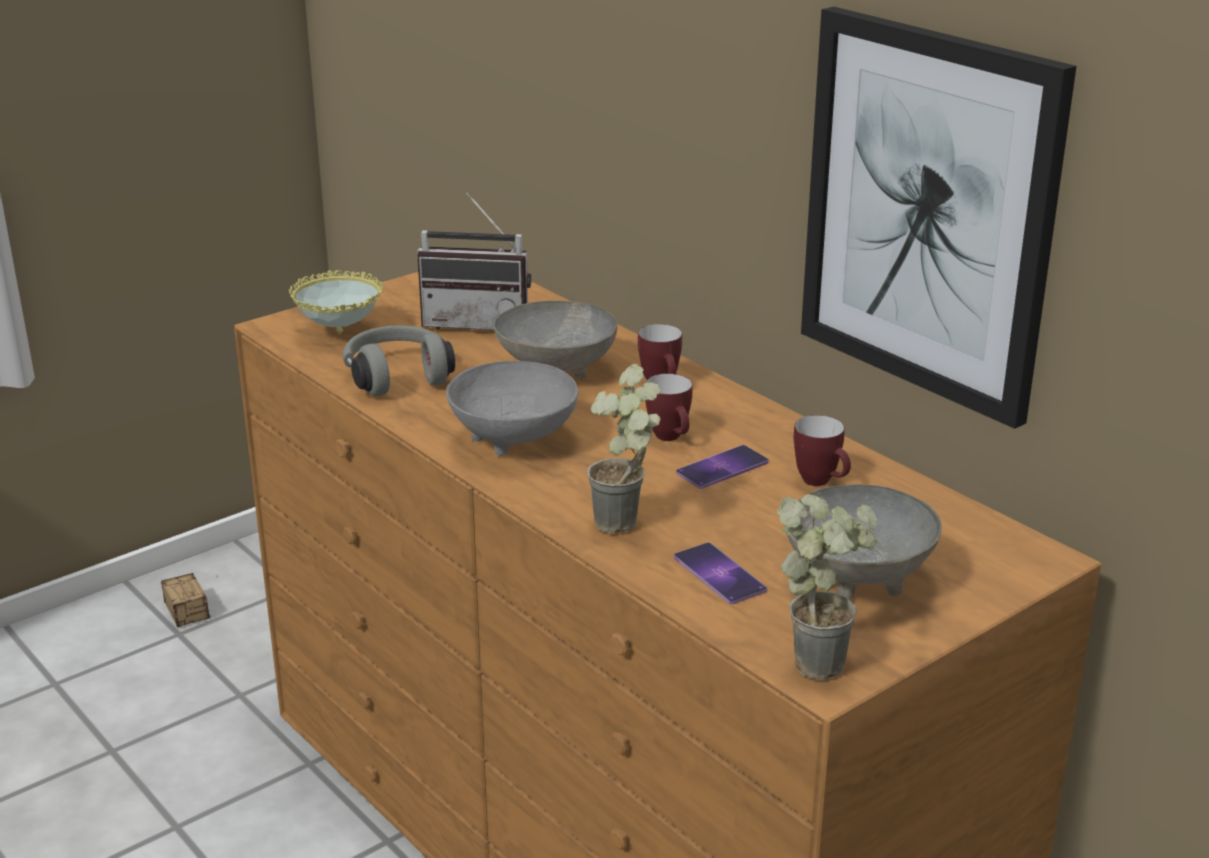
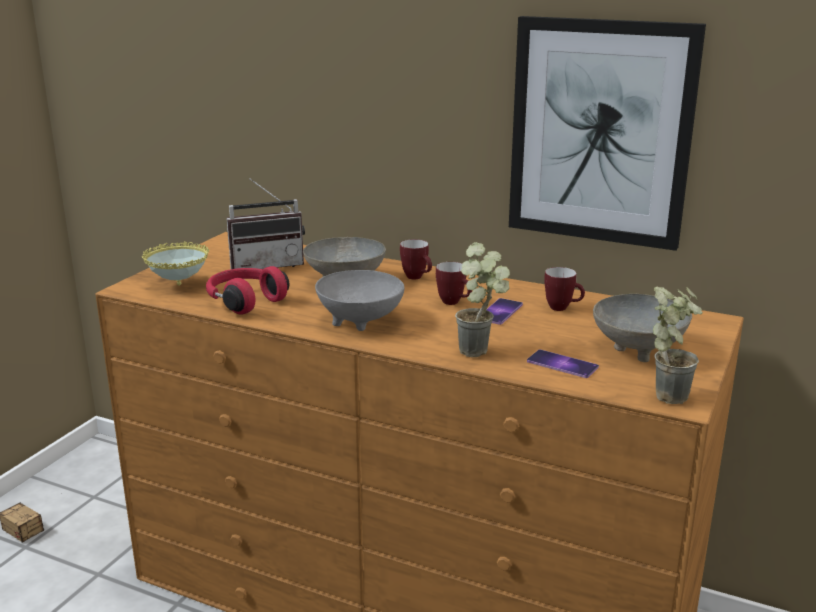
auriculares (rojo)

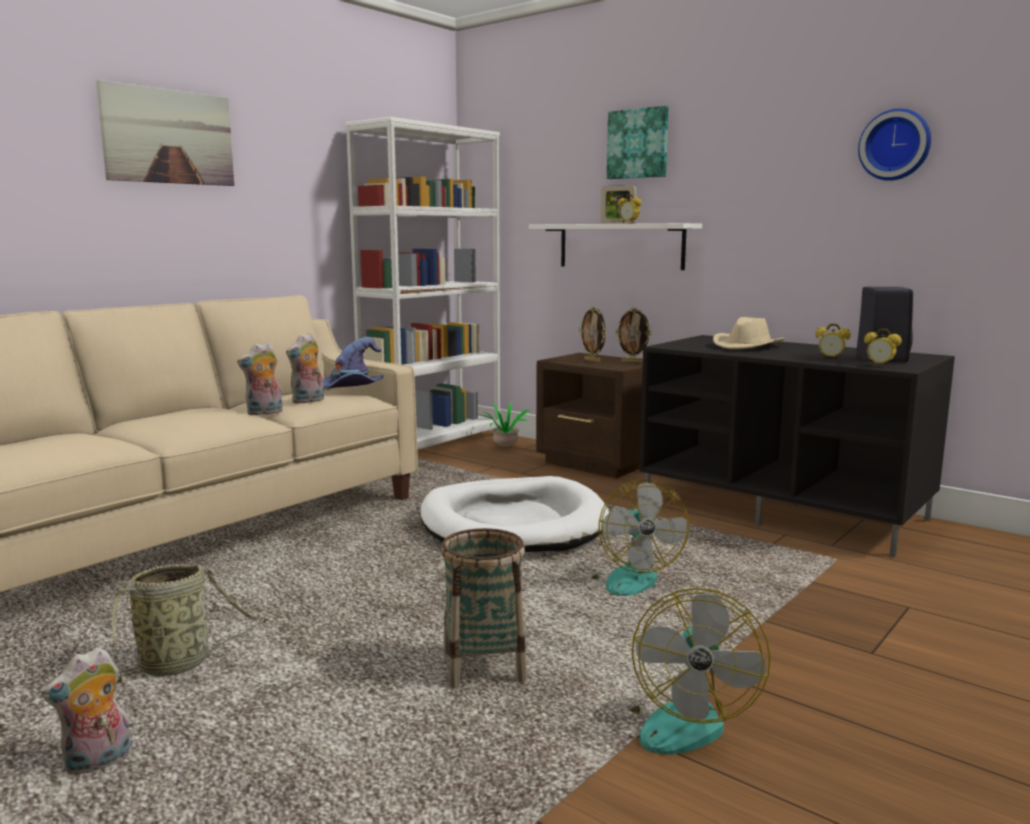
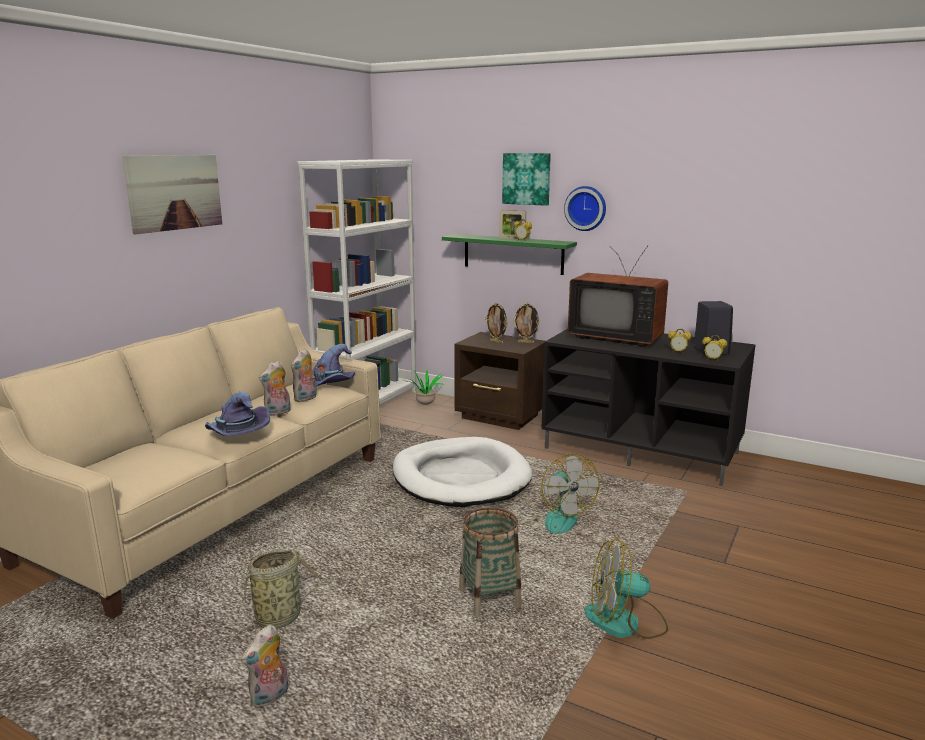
sombrero (morado) (no. 1 from left)
estante (verde)
reloj de pared
televisor
ventilador (no. 2 from left)

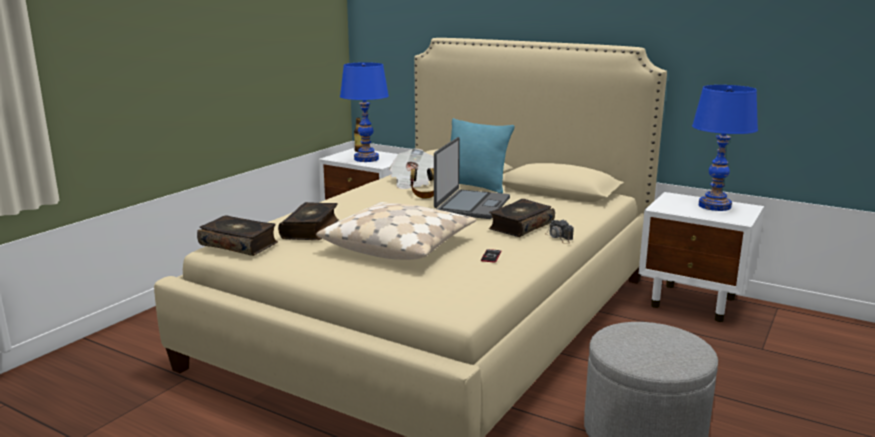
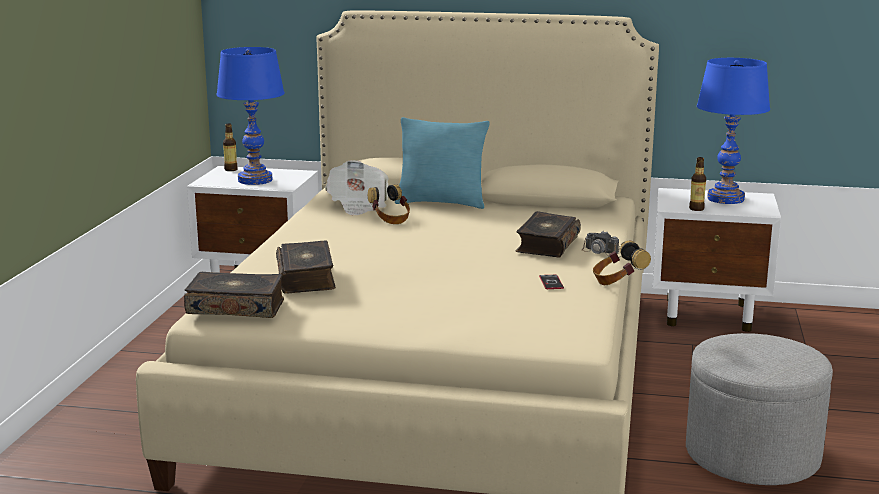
auriculares (no. 2 from left)
botella (no. 2 from left)
cojín (beis)
portátil

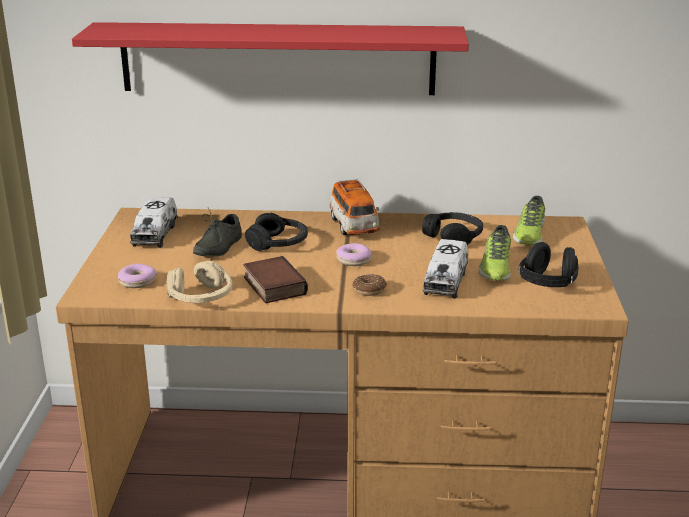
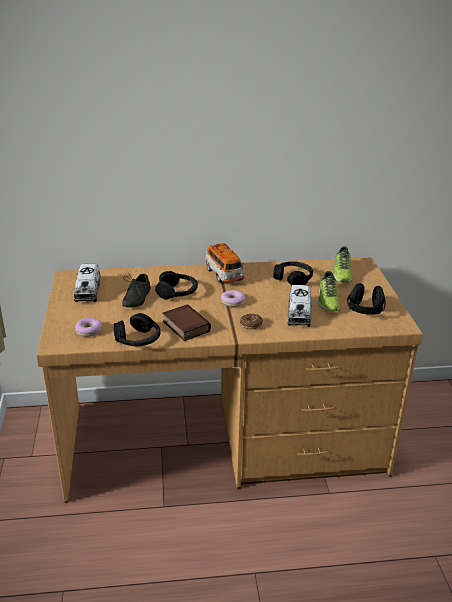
auriculares (negro) (no. 1 from left)
estante (rojo)

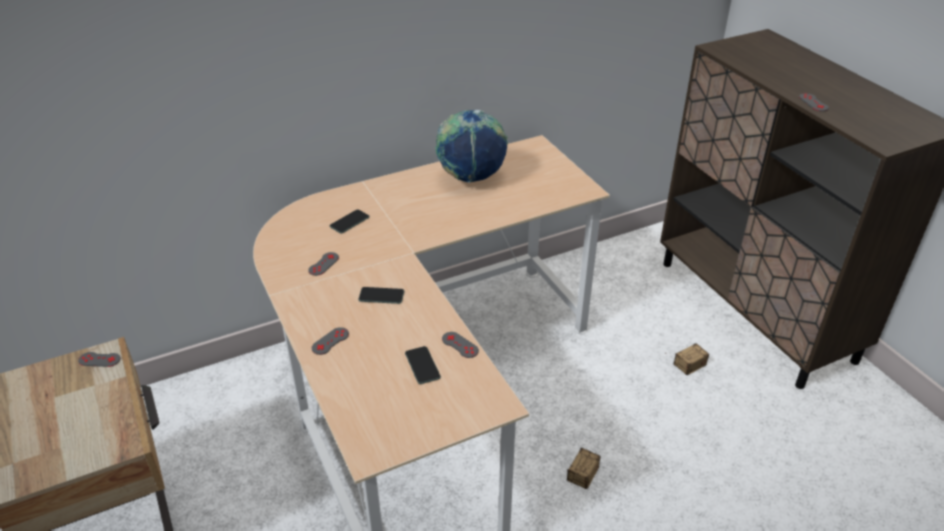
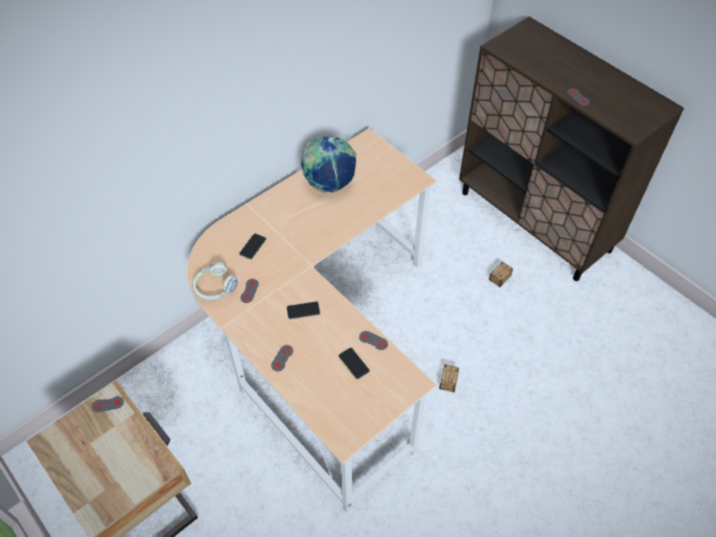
auriculares

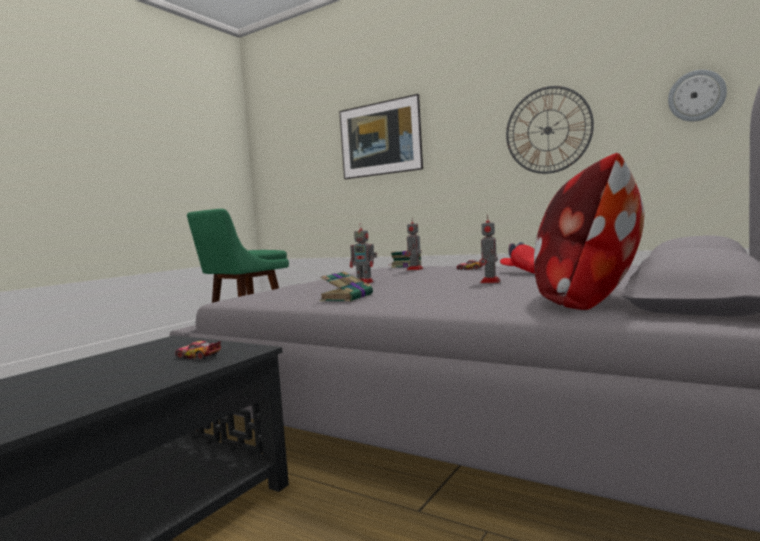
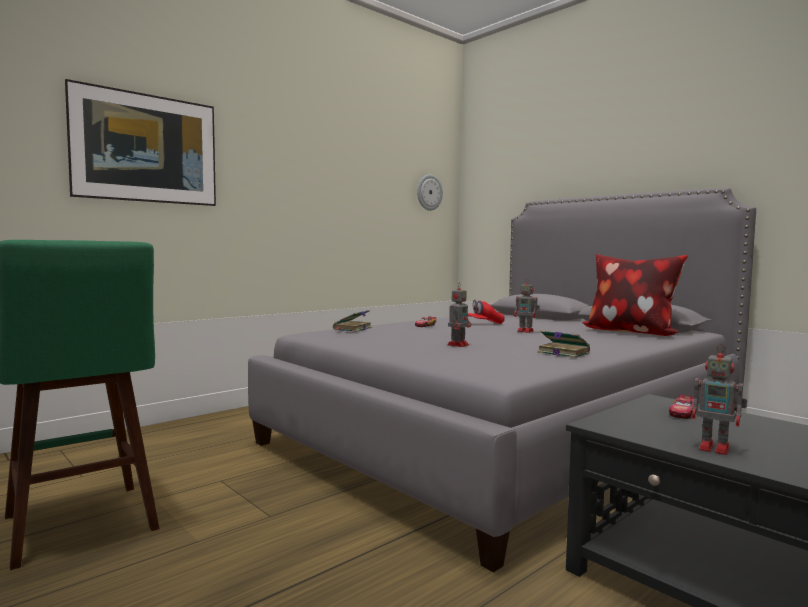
robot de juguete (no. 3 from left)
reloj de pared (no. 1 from left in the first image)

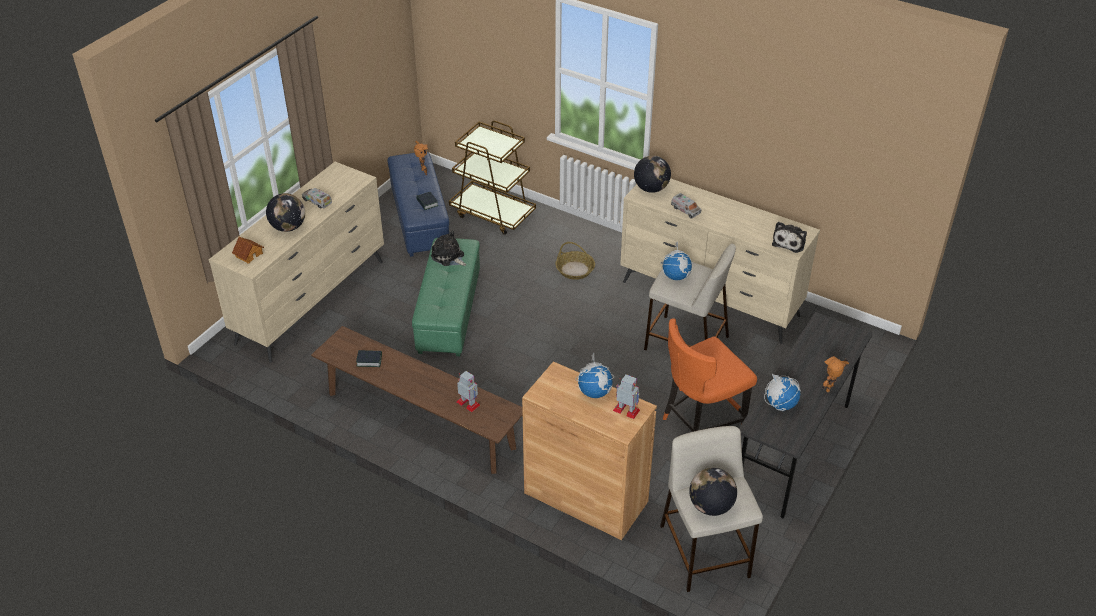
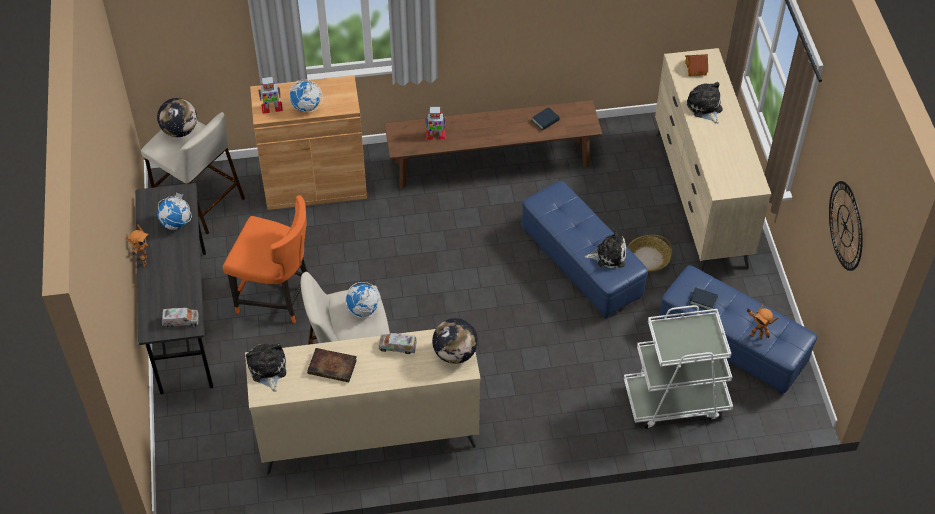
camión de juguete (no. 1 from left)
silla (naranja)
libro (no. 1 from left)
puf (azul) (no. 1 from left)
carrito (blanco)
cesta
peluche (no. 3 from left)
reloj de pared

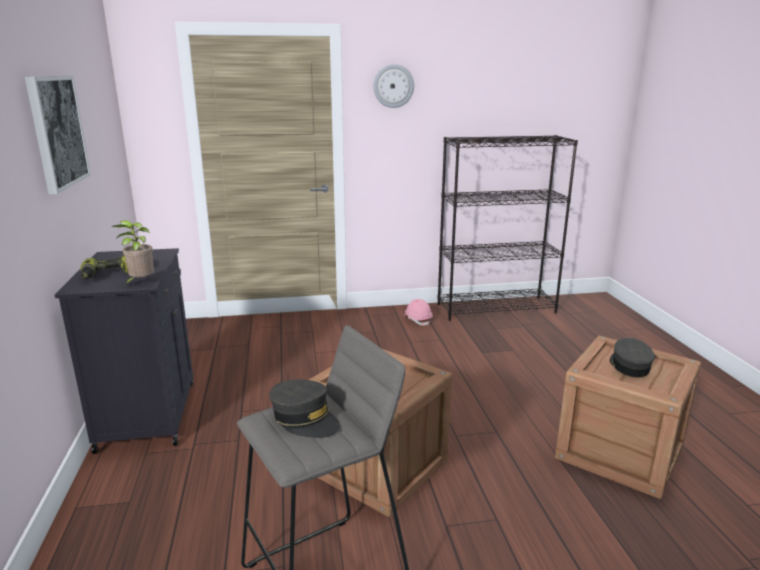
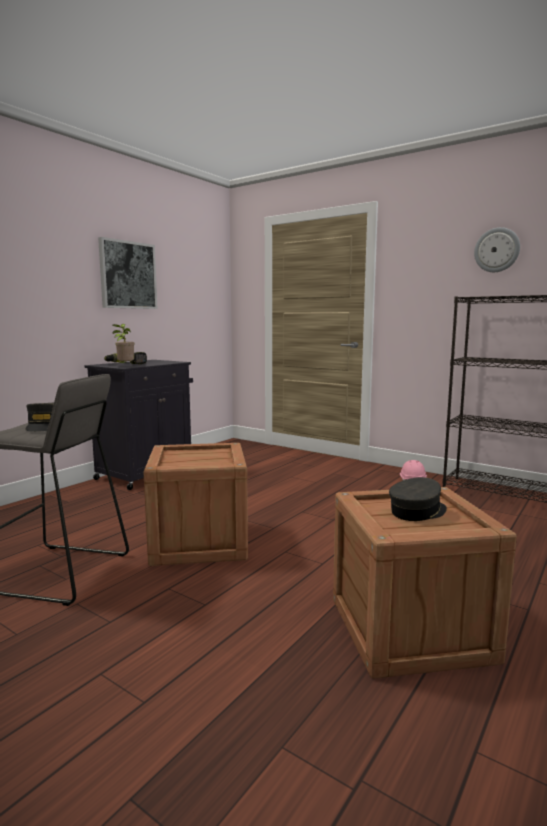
reloj de pared

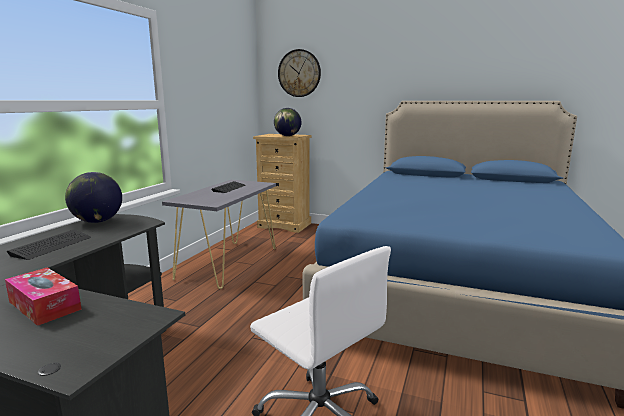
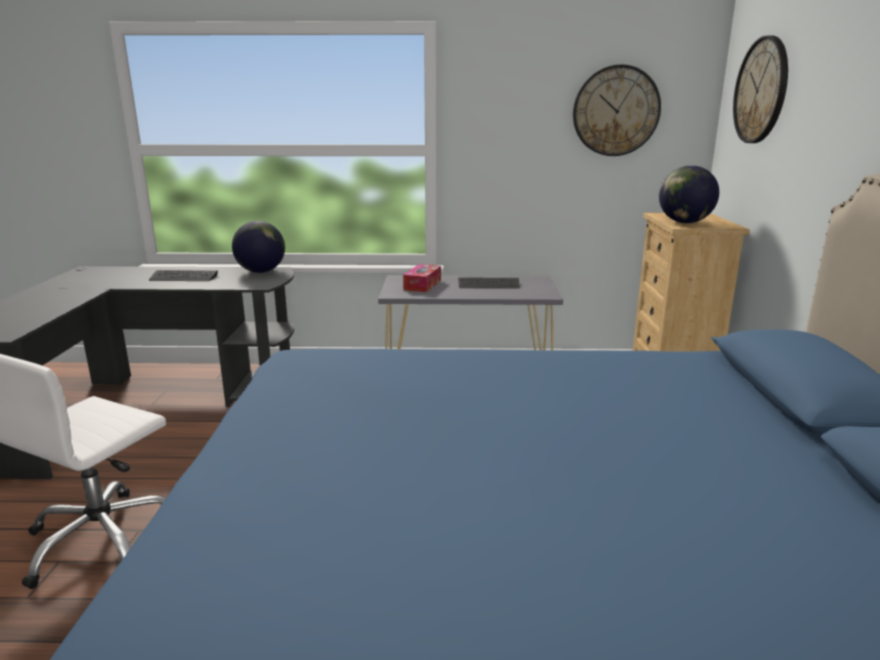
caja de pañuelos
reloj de pared (no. 1 from left)

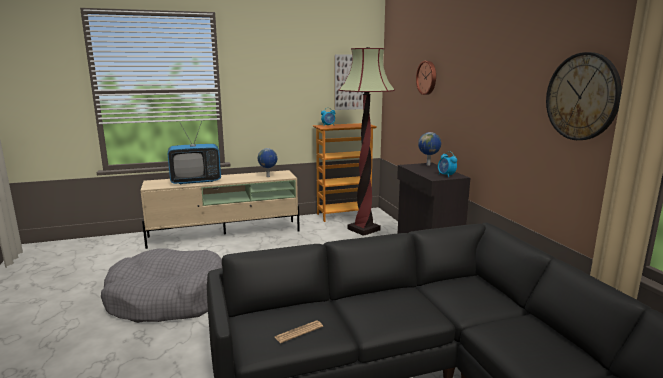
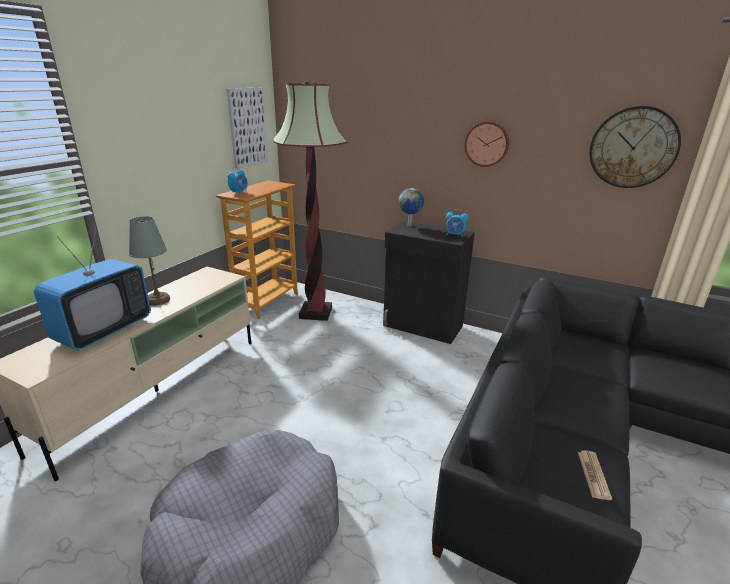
lámpara de mesa (gris)
reloj de pared (no. 1 from left)
globo terráqueo (no. 1 from left in the first image)

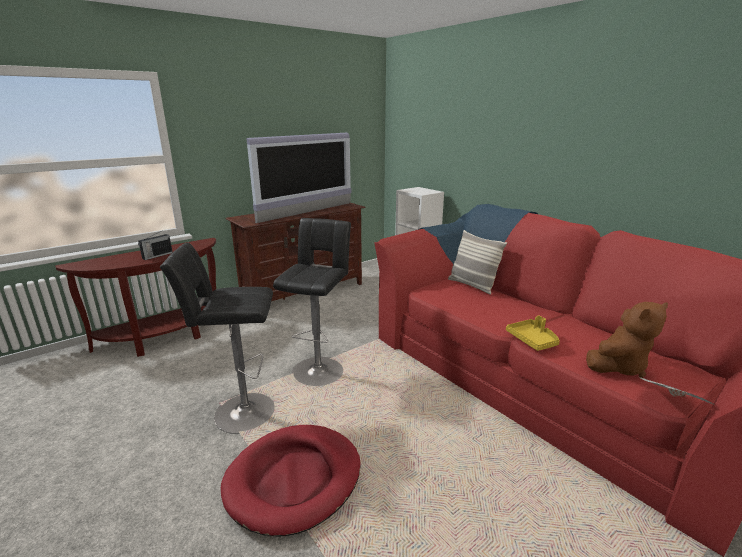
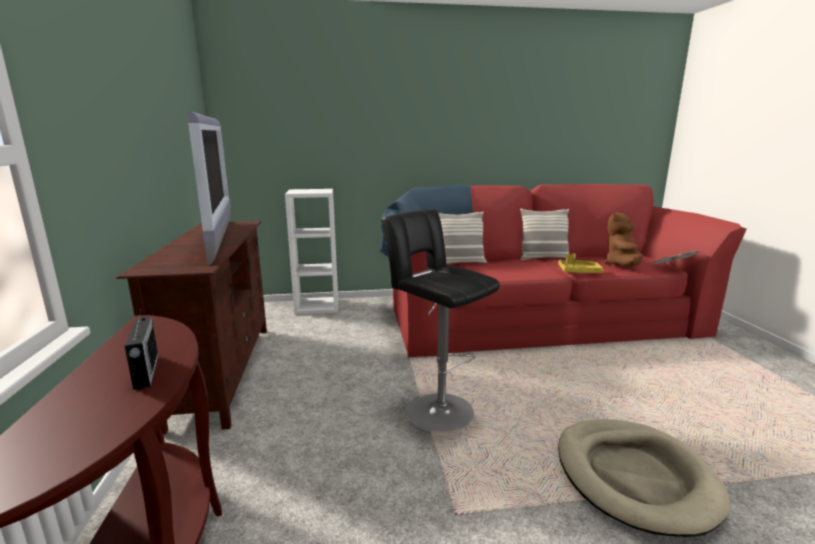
cojín (no. 2 from left)
cama para perro (beis)
peluche (marrón)
taburete (negro) (no. 1 from left in the first image)

